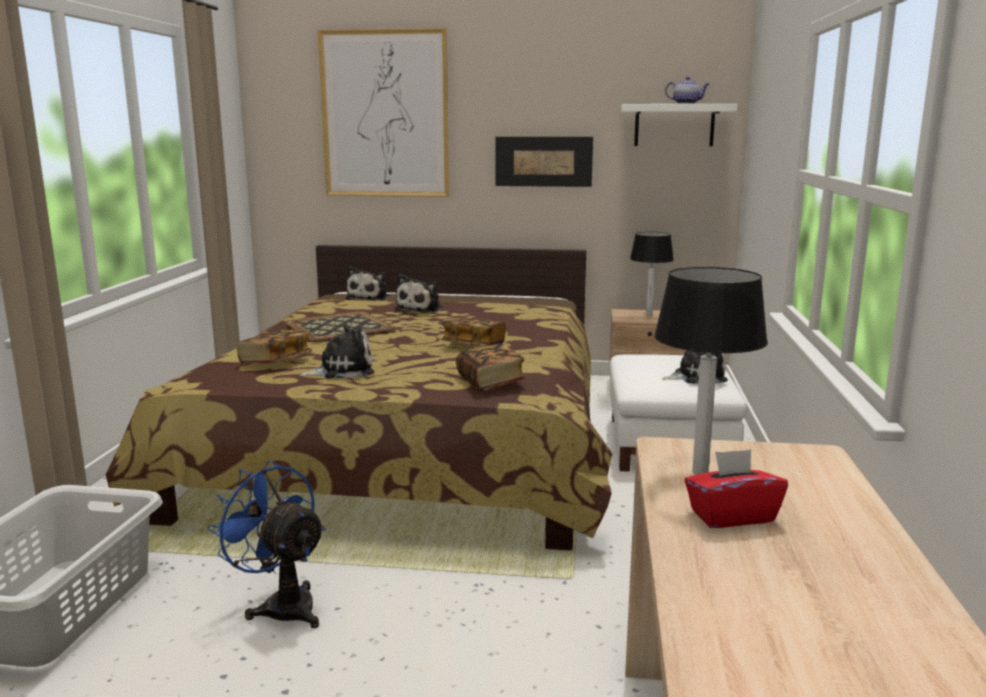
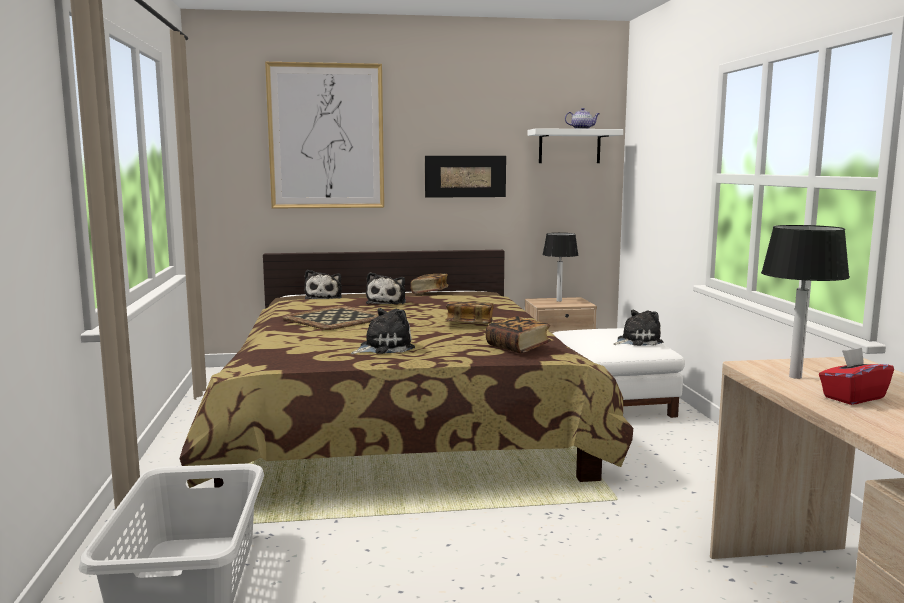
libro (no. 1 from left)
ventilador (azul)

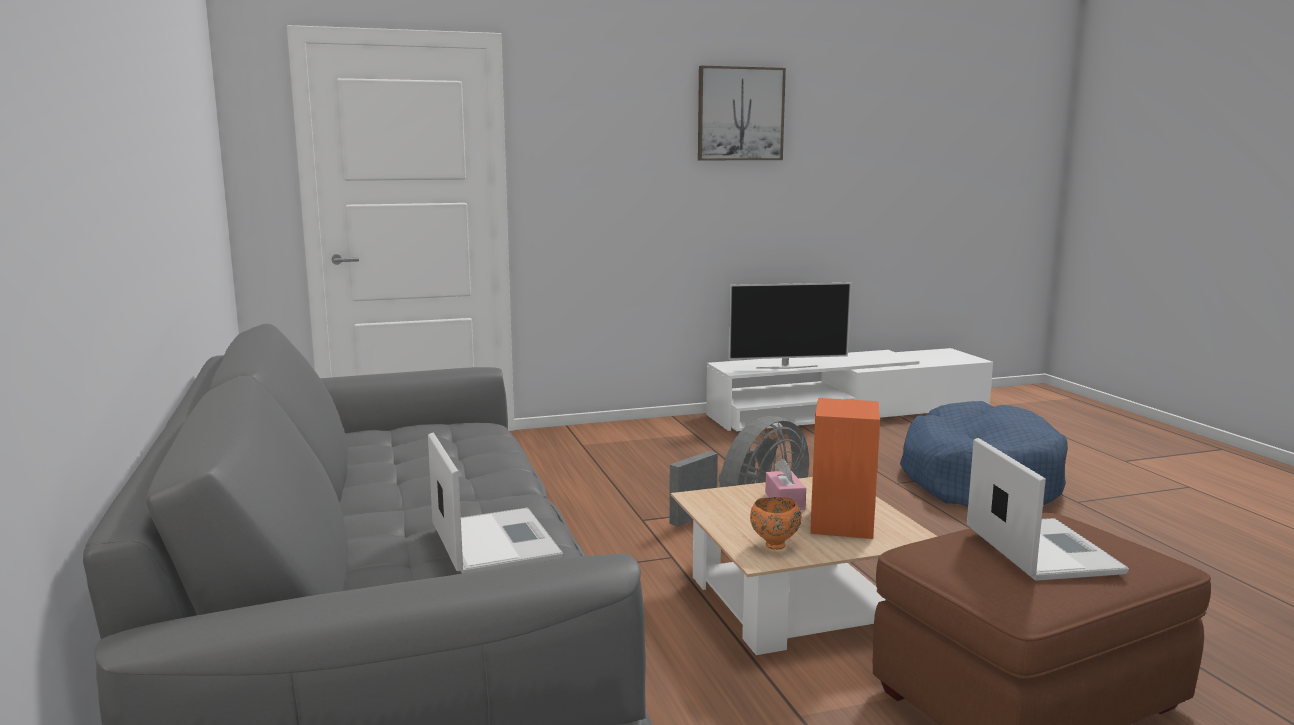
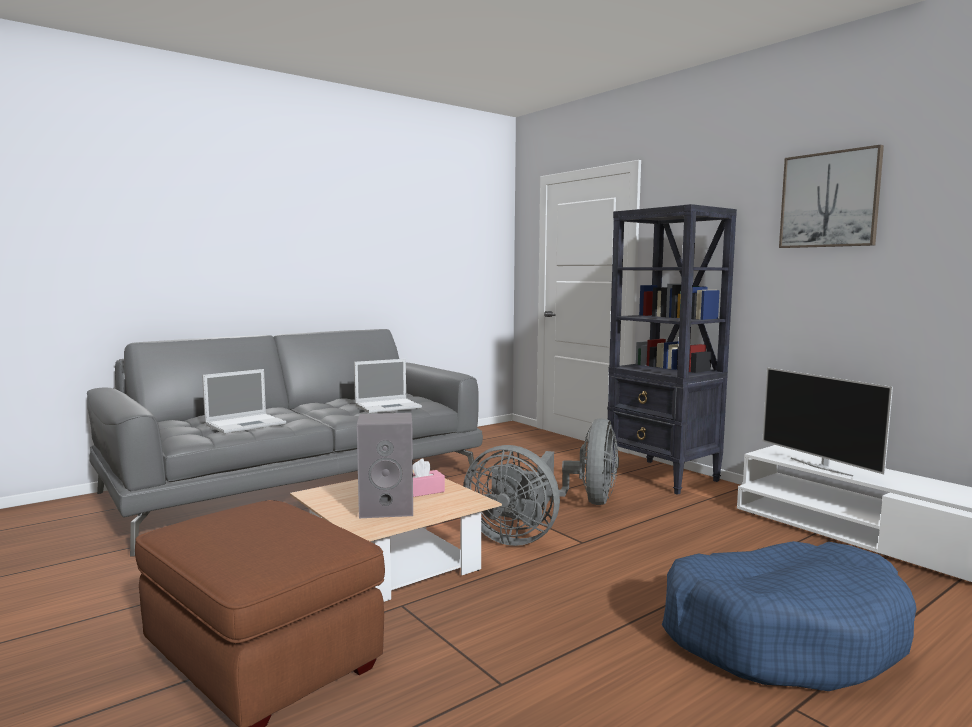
portátil (no. 2 from left)
altavoz (gris)
ventilador (gris) (no. 2 from left)
estantería (negro)
cuenco (naranja)

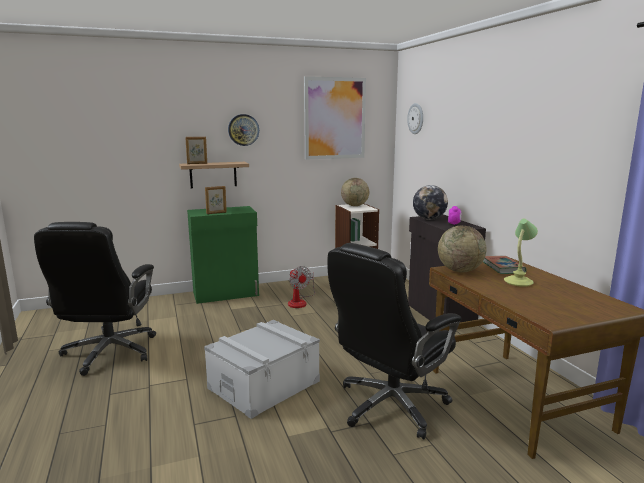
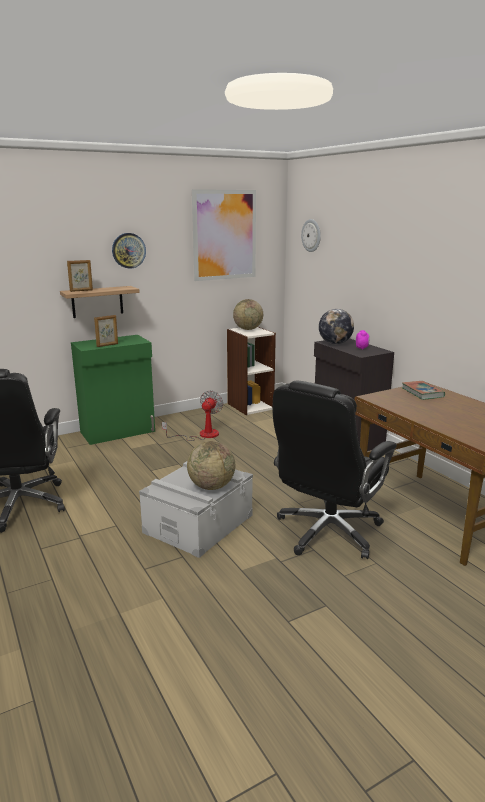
ventilador
globo terráqueo (no. 1 from left)
lámpara de mesa

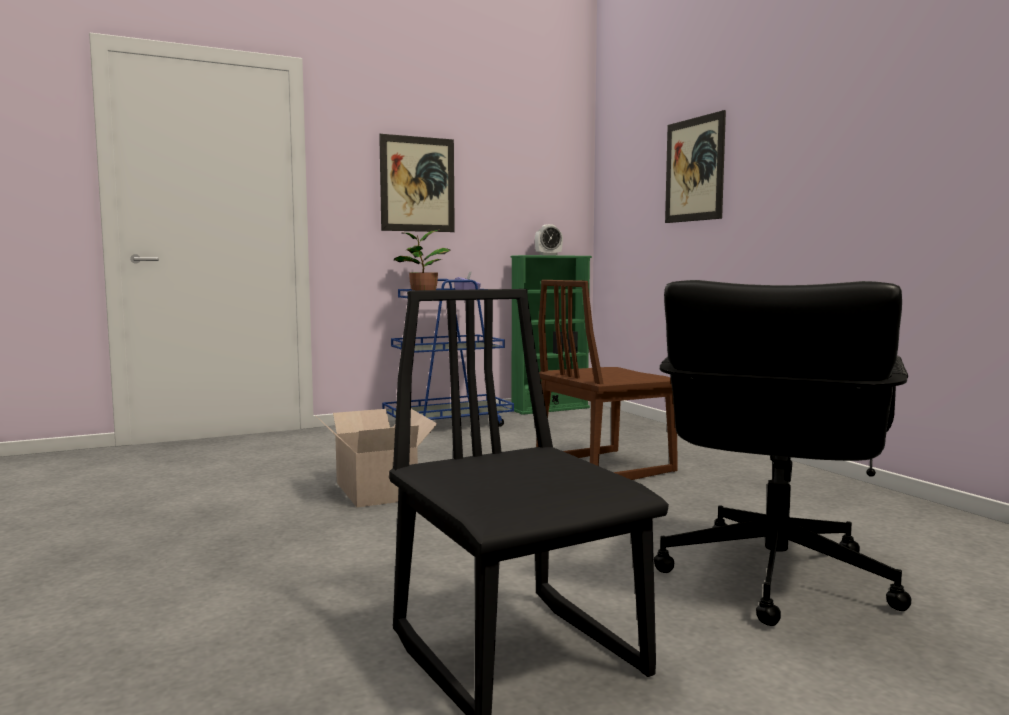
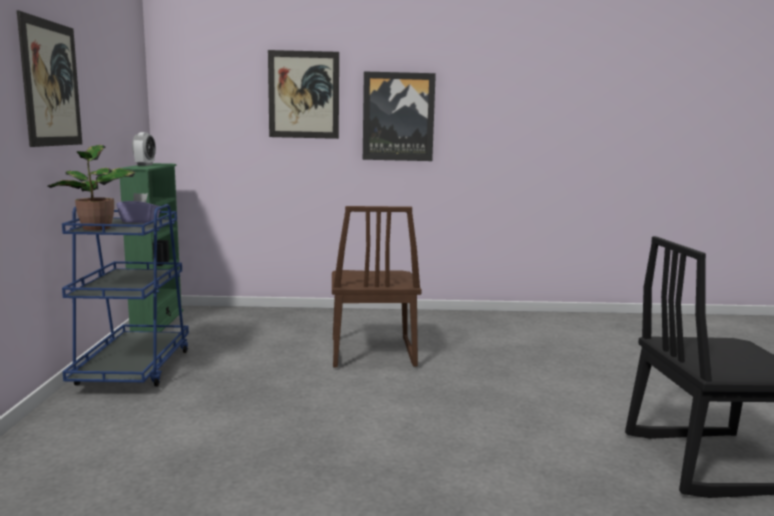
cuadro (no. 3 from left)
caja de cartón
silla de oficina (negro)

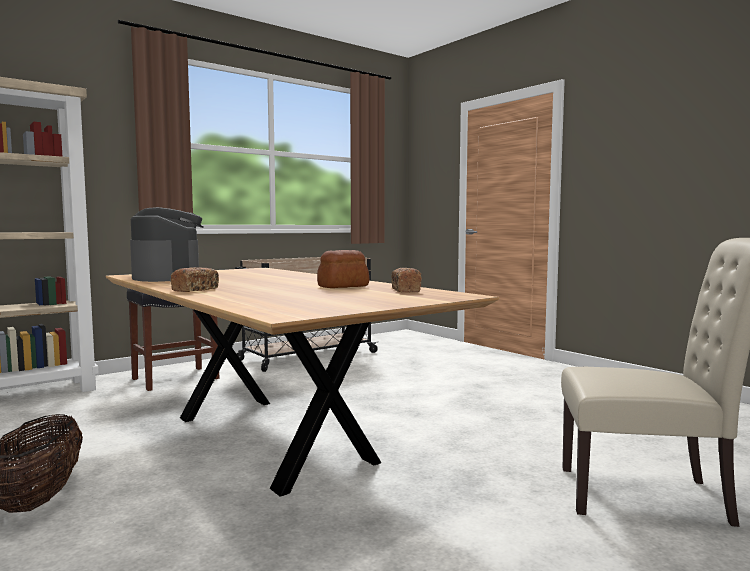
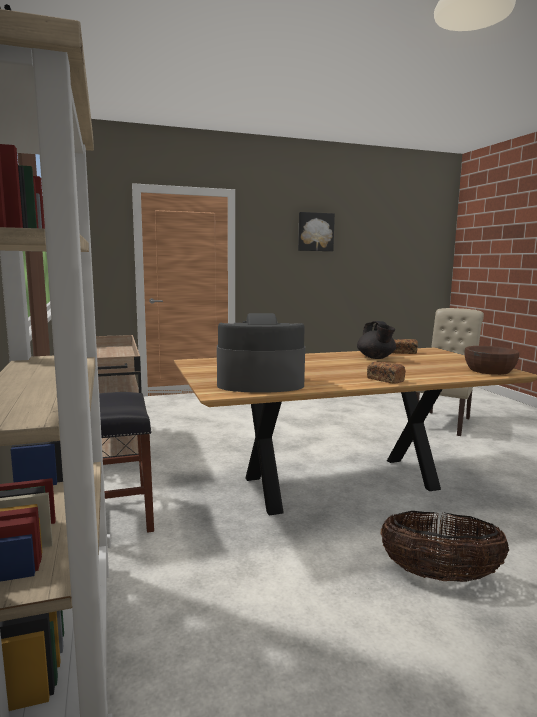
cuadro
tetera (negro)
cuenco (marrón)

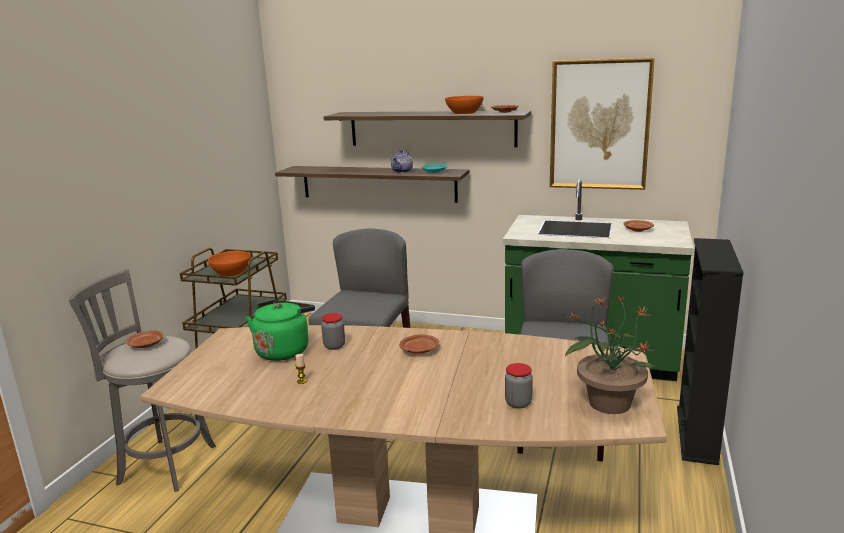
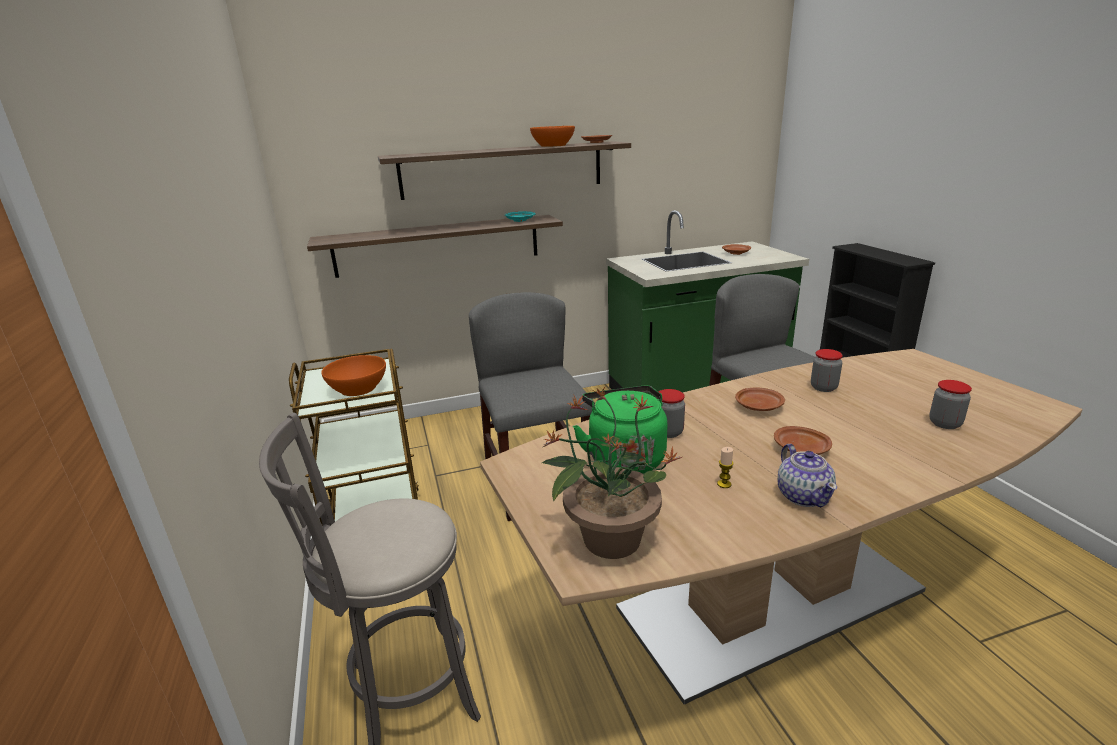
planta en maceta
plato (marrón) (no. 4 from left)
tetera
tarro (no. 2 from left)
cuadro

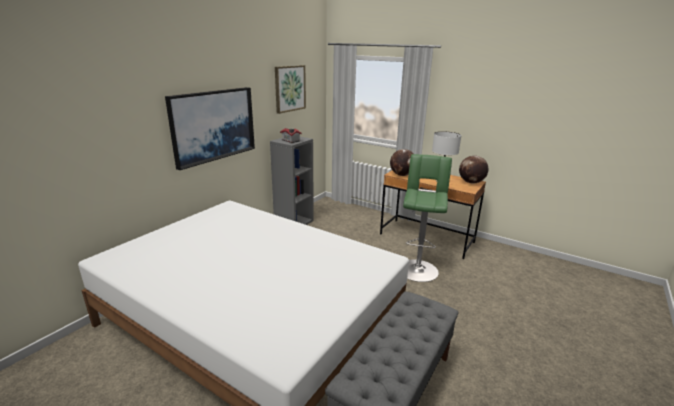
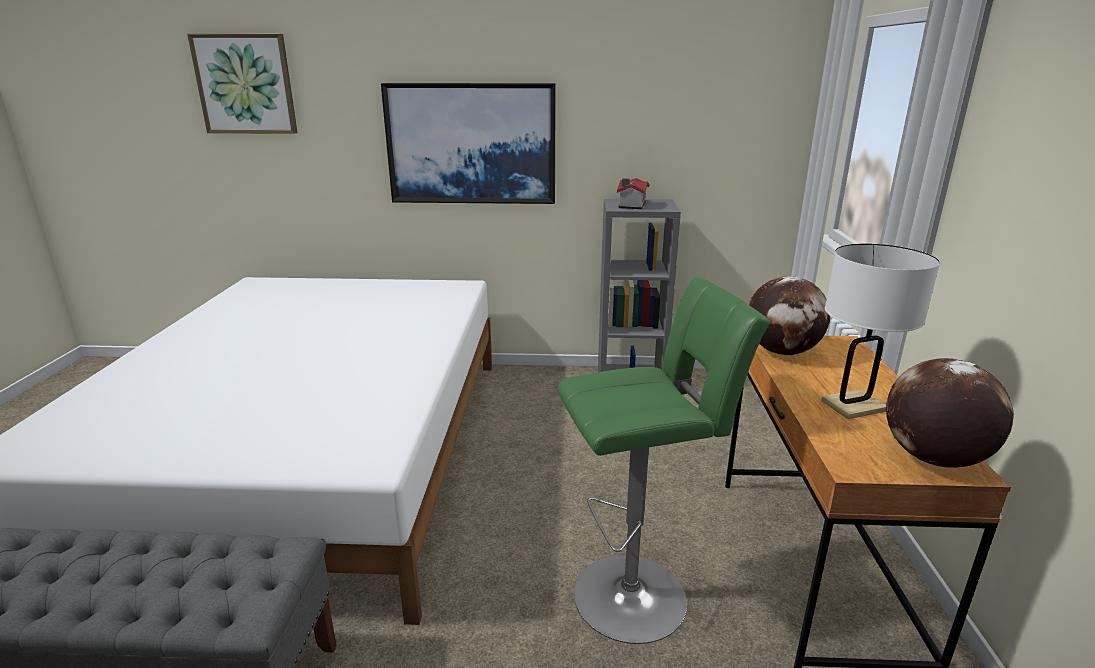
cuadro (no. 1 from left)

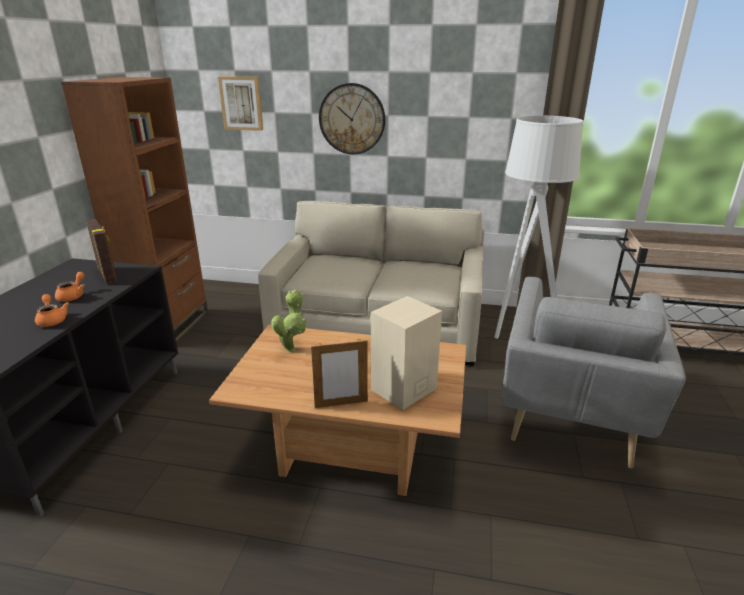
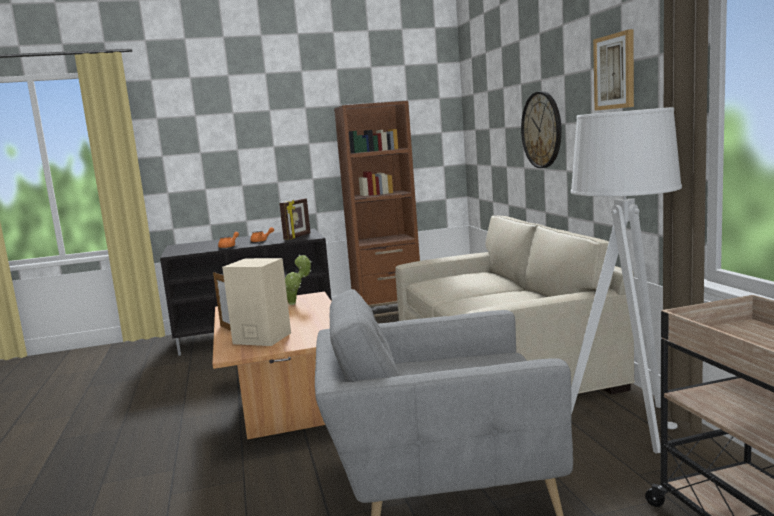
cuadro

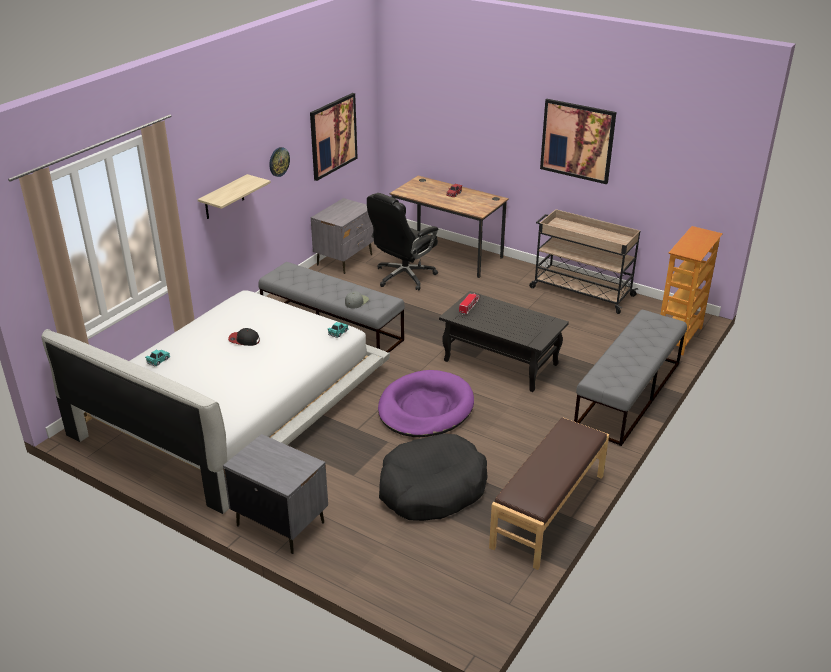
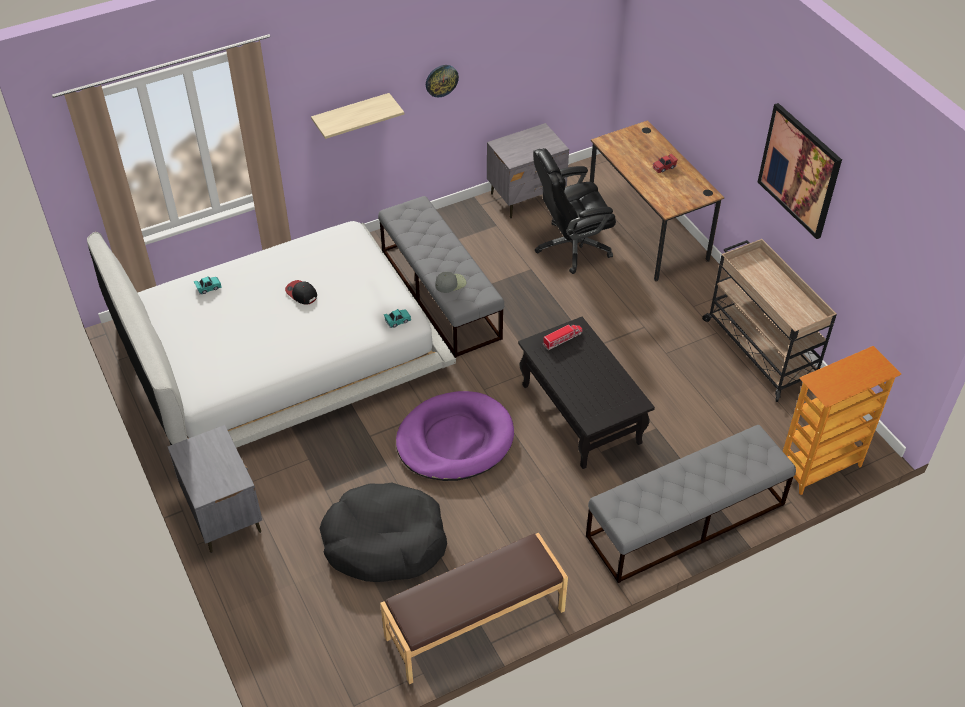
cuadro (no. 1 from left in the first image)

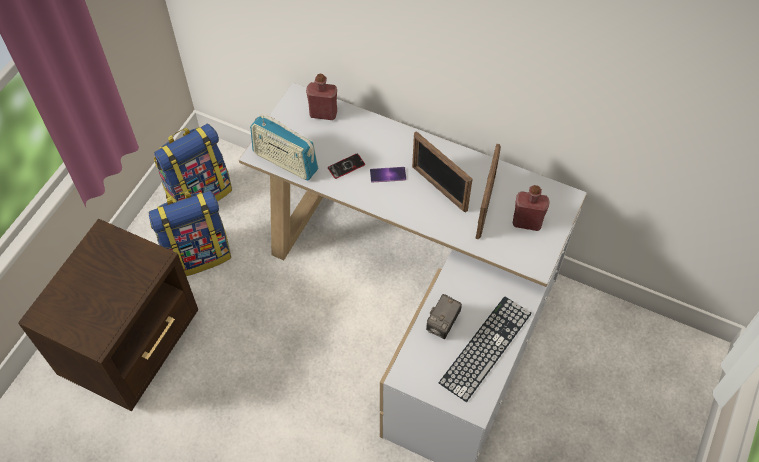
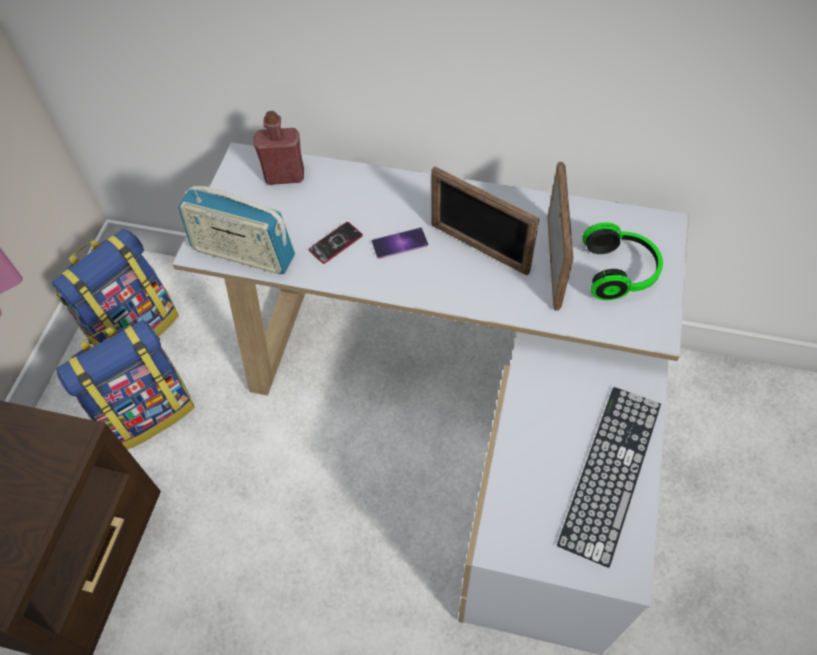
auriculares
cámara

